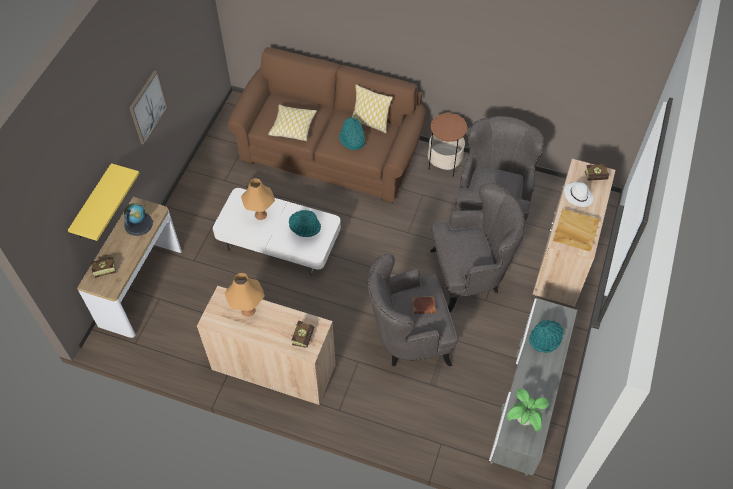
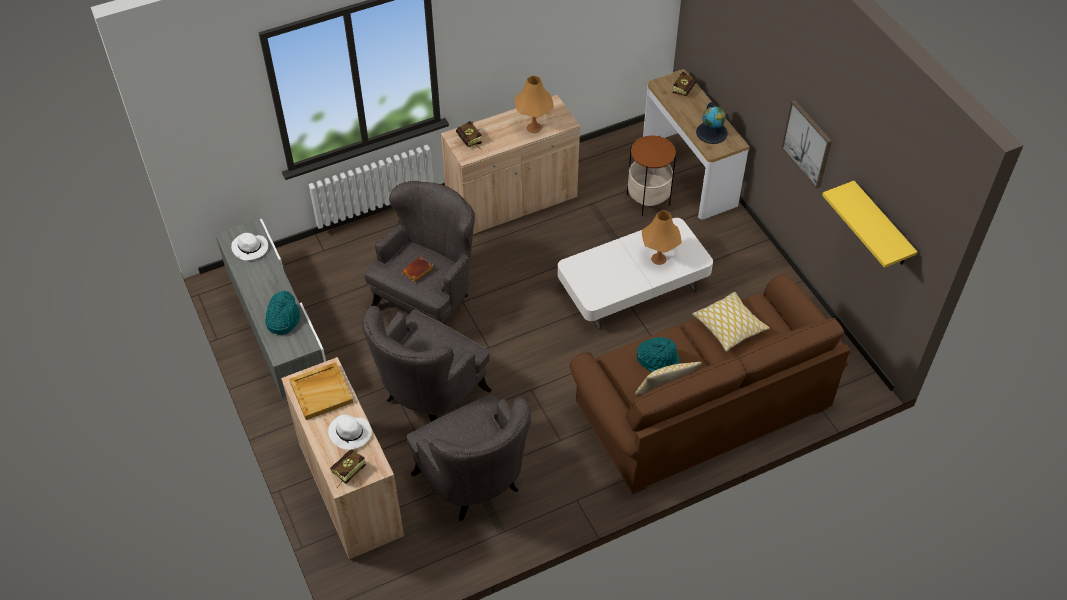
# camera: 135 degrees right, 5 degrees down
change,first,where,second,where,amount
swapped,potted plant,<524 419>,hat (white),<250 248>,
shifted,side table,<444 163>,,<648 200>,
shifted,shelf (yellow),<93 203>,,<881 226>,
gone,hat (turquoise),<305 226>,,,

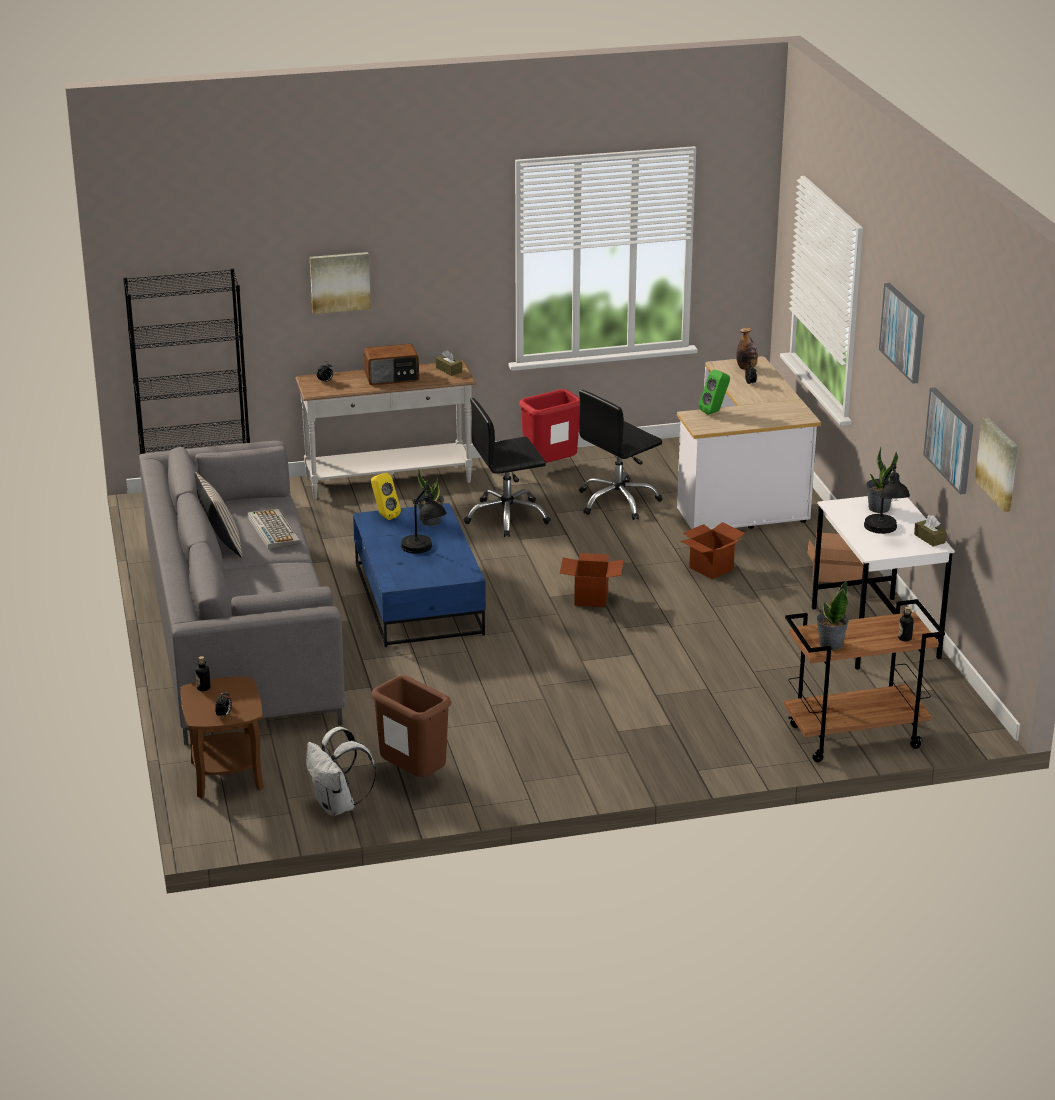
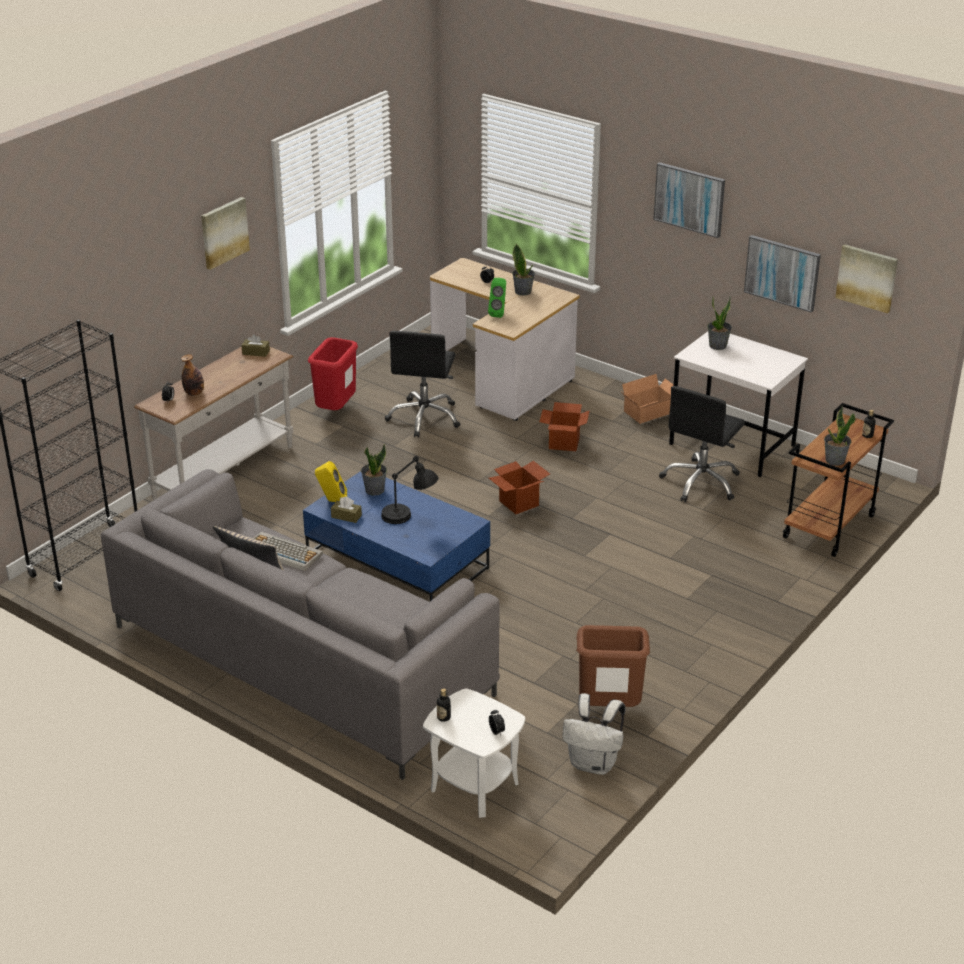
# camera: 40 degrees left, 5 degrees up
change,first,where,second,where,amount
shifted,bottle,<746 368>,,<194 393>,
shifted,picture,<339 282>,,<224 232>,
shifted,tissue box (brown),<929 538>,,<346 516>,
repainted,side table (brown),<226 775>,side table (white),<474 786>,
new,,,potted plant,<523 291>,
shifted,office chair (black),<507 517>,,<701 482>,
gone,radio,<392 377>,,,
gone,table lamp (black),<885 533>,,,

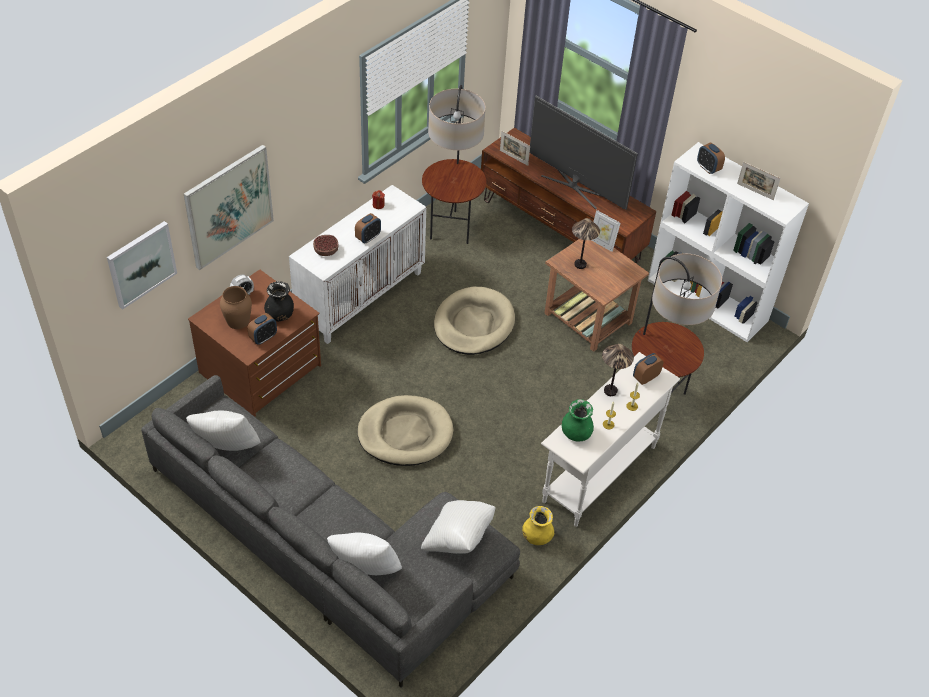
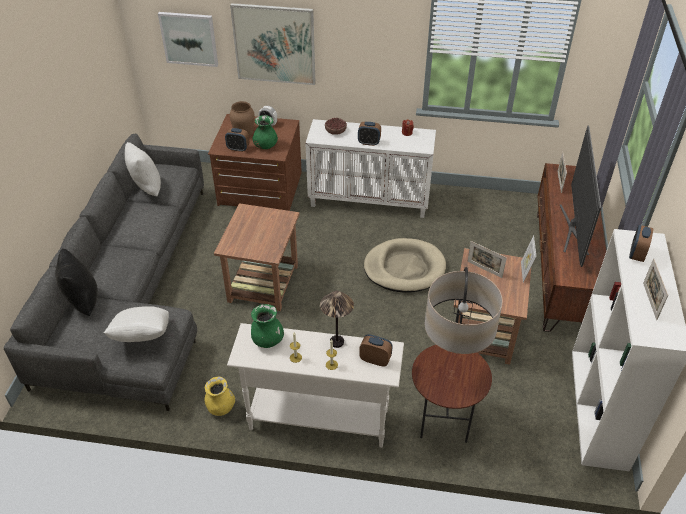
# camera: 60 degrees right, 5 degrees down
change,first,where,second,where,amount
repainted,pillow (white),<366 571>,pillow (black),<82 302>,
swapped,dog bed (beige),<405 433>,side table (brown),<263 282>,
repainted,vase (black),<280 315>,vase (green),<265 146>,
swapped,table lamp,<580 264>,picture frame,<484 269>,
gone,floor lamp,<451 228>,,,

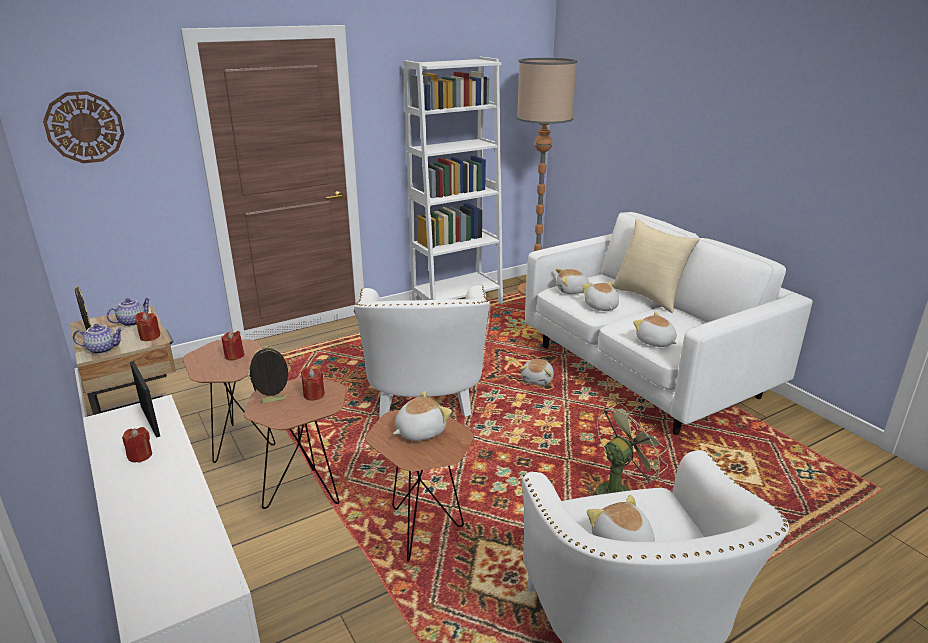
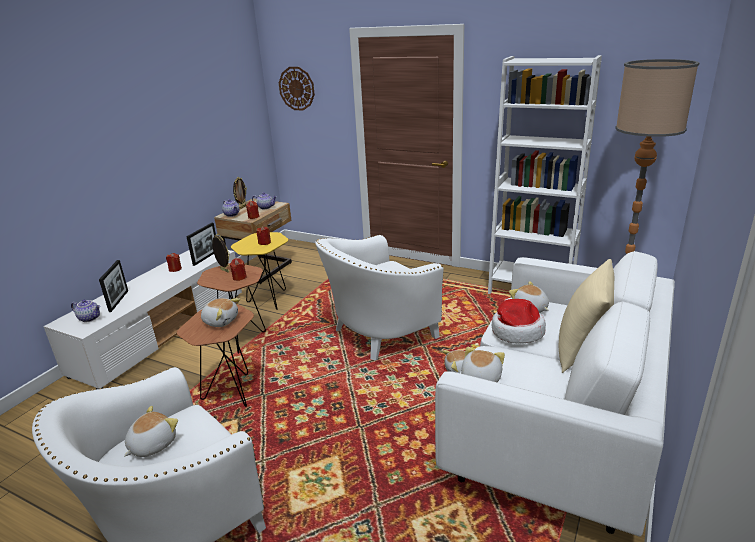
# camera: 60 degrees right, 0 degrees up
change,first,where,second,where,amount
new,,,teapot,<90 318>,
new,,,picture frame,<119 301>,
repainted,side table (brown),<241 445>,side table (yellow),<269 301>,
swapped,plush toy,<601 307>,hat,<516 331>,
gone,fan (green),<618 490>,,,

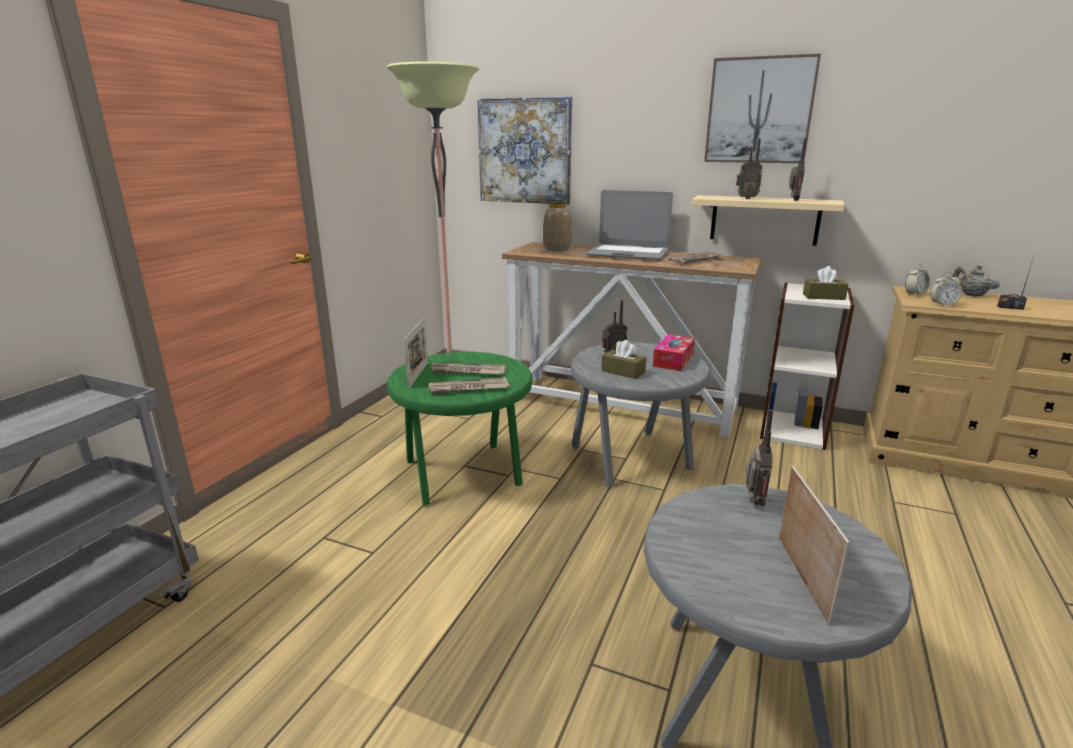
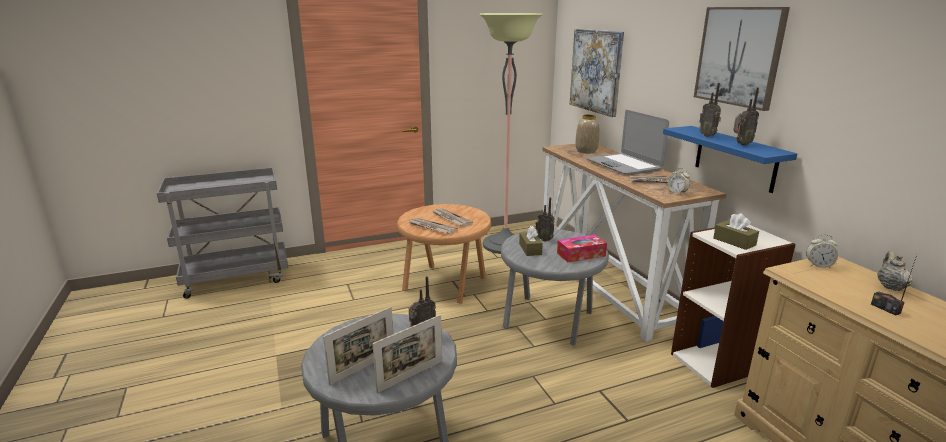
# camera: 45 degrees right, 0 degrees up
change,first,where,second,where,amount
shifted,picture frame,<418 375>,,<410 376>,
repainted,side table (green),<465 473>,side table (brown),<446 285>,
repainted,shelf (beige),<764 220>,shelf (blue),<735 158>,
shifted,alarm clock,<942 304>,,<677 193>,

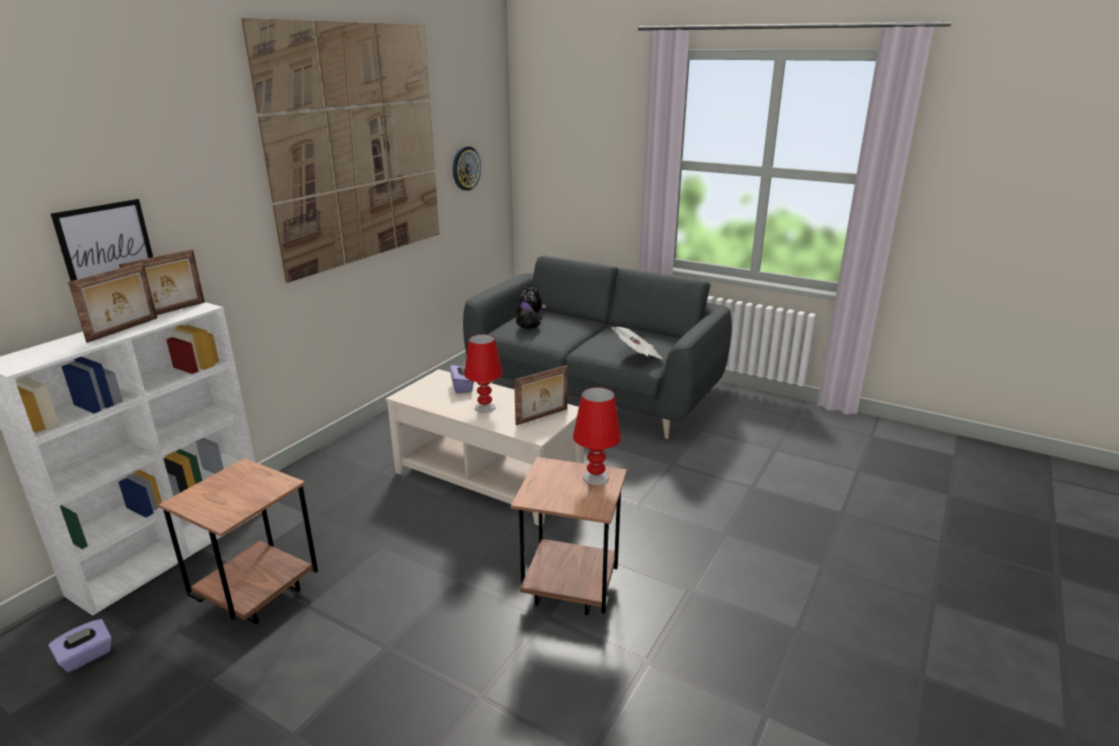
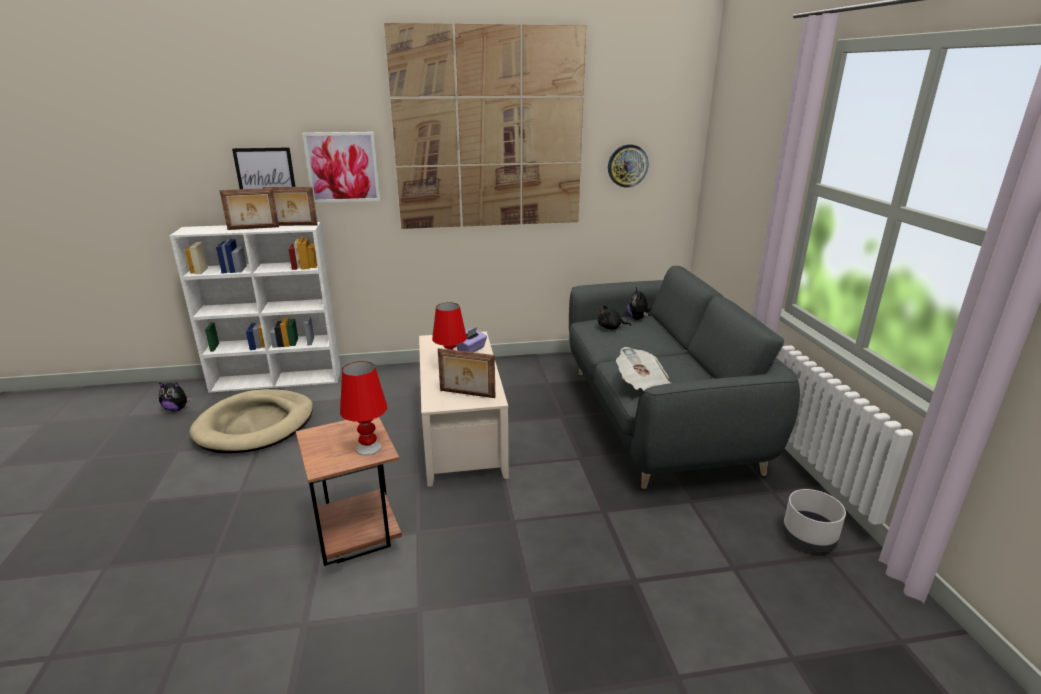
# camera: 50 degrees right, 0 degrees up
change,first,where,second,where,amount
swapped,tissue box (purple),<86 657>,plush toy,<177 409>,
swapped,side table (brown),<257 597>,dog bed (beige),<256 425>,
new,,,picture,<342 167>,
new,,,planter (grey),<807 538>,

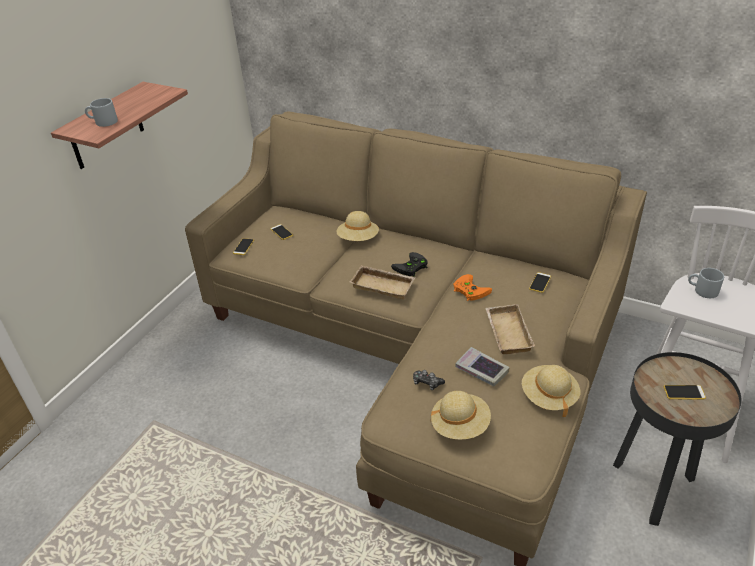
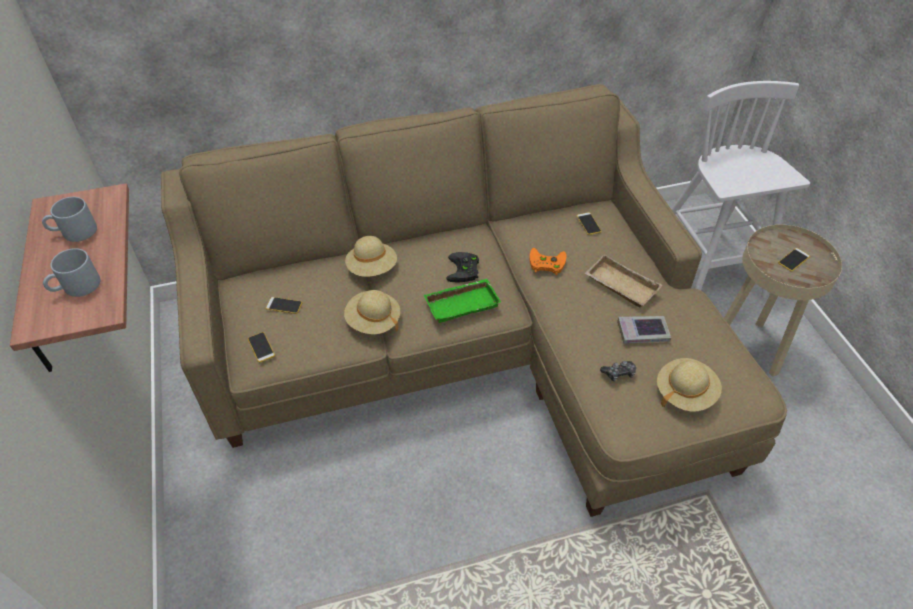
# camera: 45 degrees left, 10 degrees up
change,first,where,second,where,amount
shifted,mug (grey),<702 290>,,<74 232>,
shifted,hat (beige),<549 397>,,<373 321>,
repainted,tray (beige),<384 285>,tray (green),<462 303>,
repainted,side table (black),<652 488>,side table (beige),<747 349>,

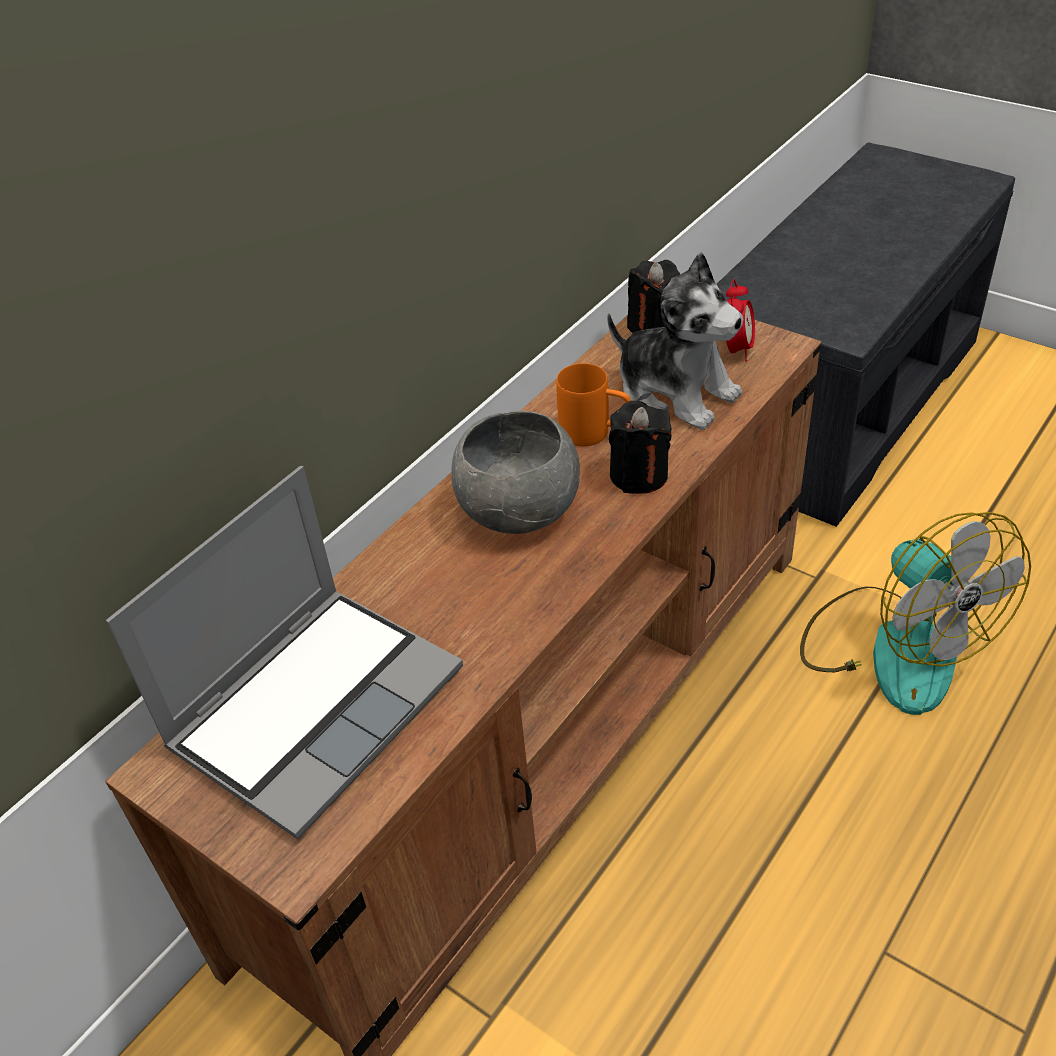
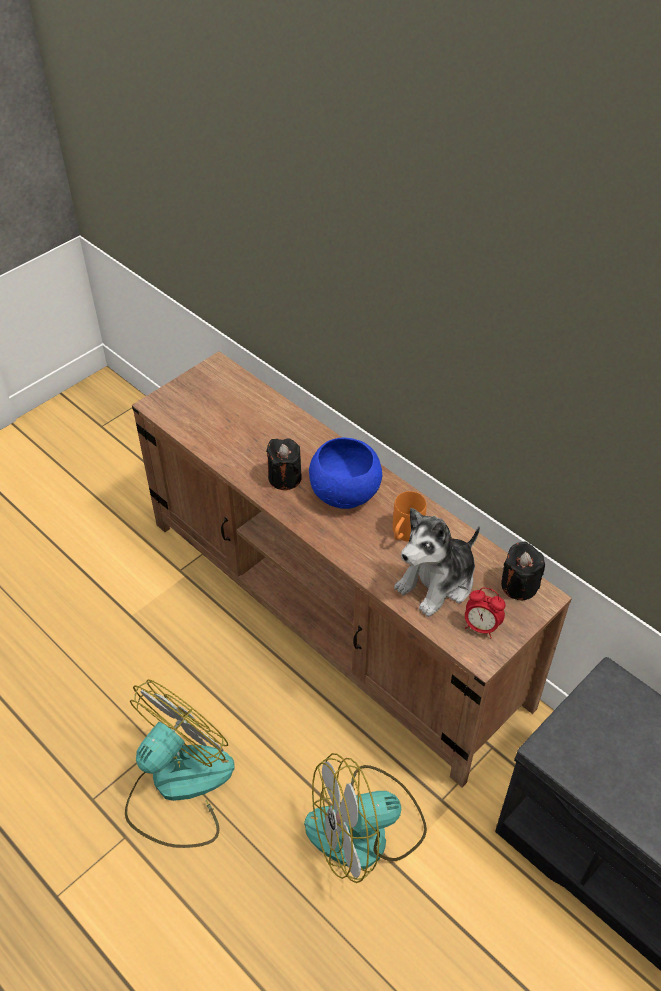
# camera: 95 degrees right, 5 degrees up
change,first,where,second,where,amount
new,,,fan,<178 787>,
shifted,candle (black),<639 475>,,<284 478>,
repainted,bowl (grey),<520 509>,bowl (blue),<345 493>,
gone,laptop,<317 705>,,,

